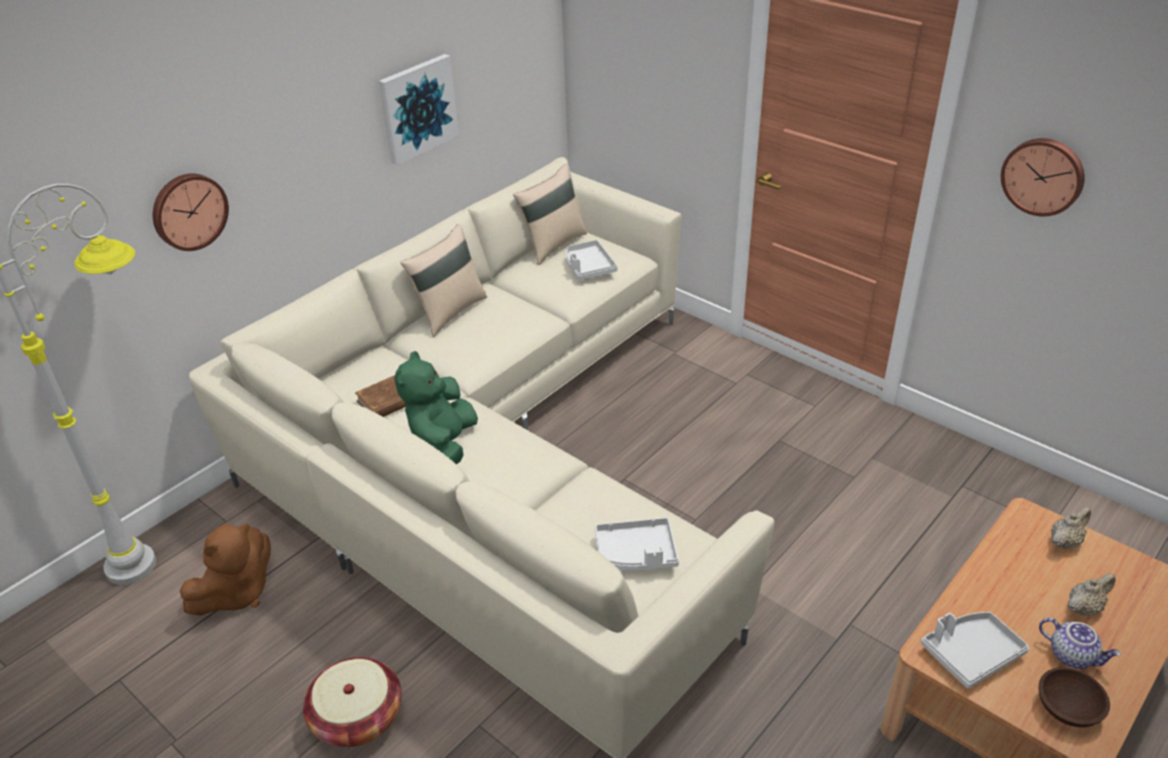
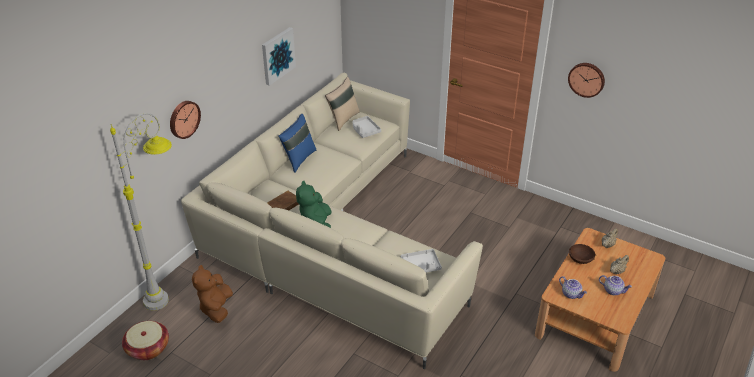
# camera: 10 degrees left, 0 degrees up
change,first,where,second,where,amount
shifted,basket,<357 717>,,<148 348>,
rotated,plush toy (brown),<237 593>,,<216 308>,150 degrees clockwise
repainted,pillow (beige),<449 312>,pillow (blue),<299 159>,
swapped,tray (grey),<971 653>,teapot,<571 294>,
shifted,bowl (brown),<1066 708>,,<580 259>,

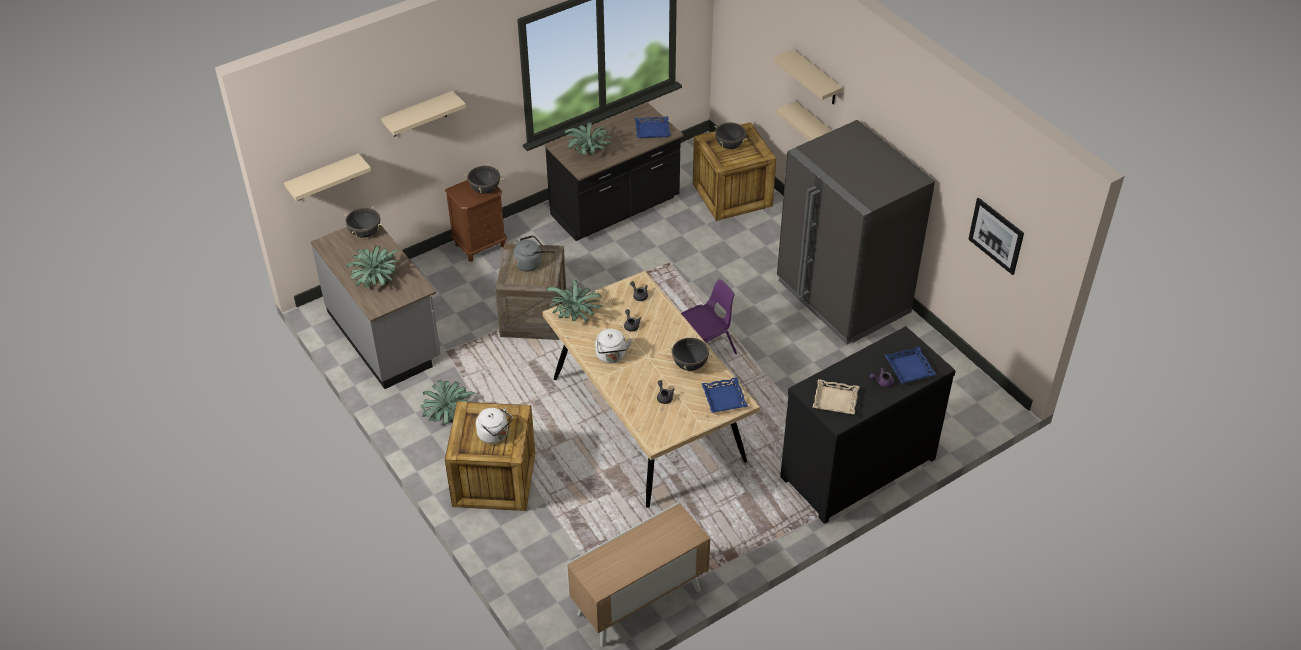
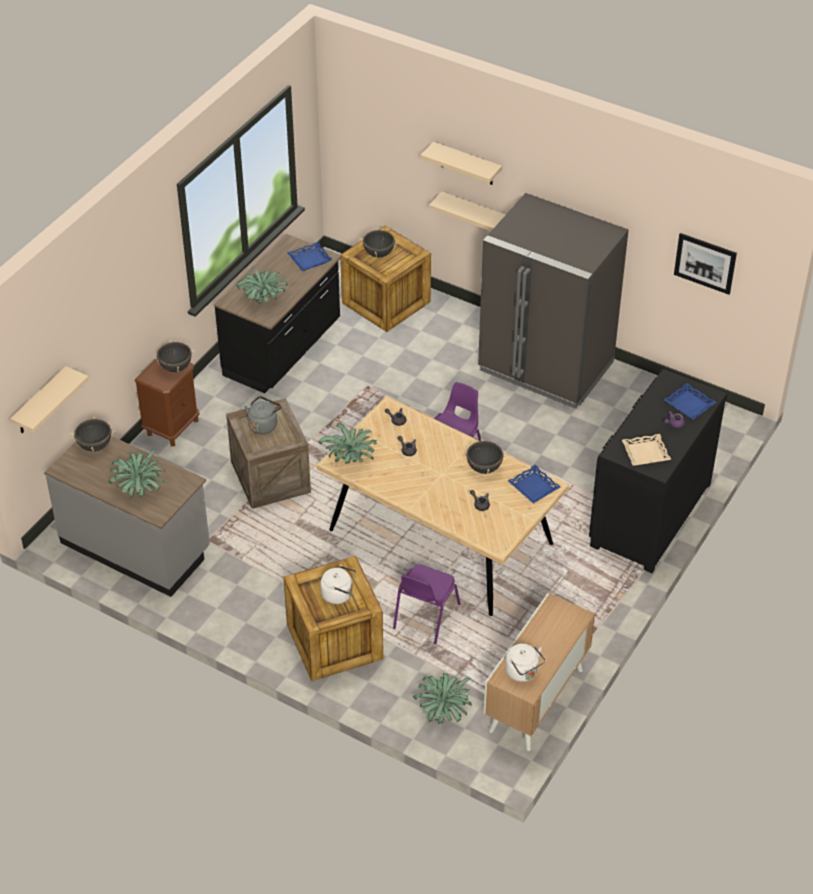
# camera: 25 degrees left, 0 degrees up
change,first,where,second,where,amount
new,,,chair (purple),<425 617>,
shifted,potted plant,<448 415>,,<443 711>,
shifted,kettle (white),<611 356>,,<523 673>,
gone,shelf (beige),<418 115>,,,

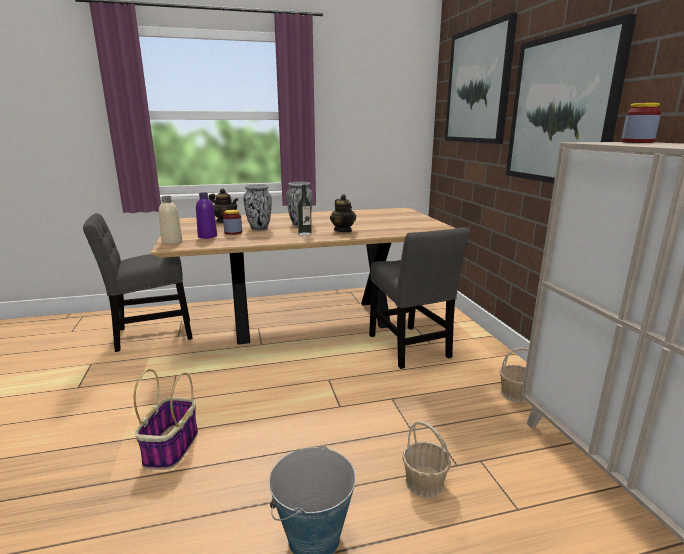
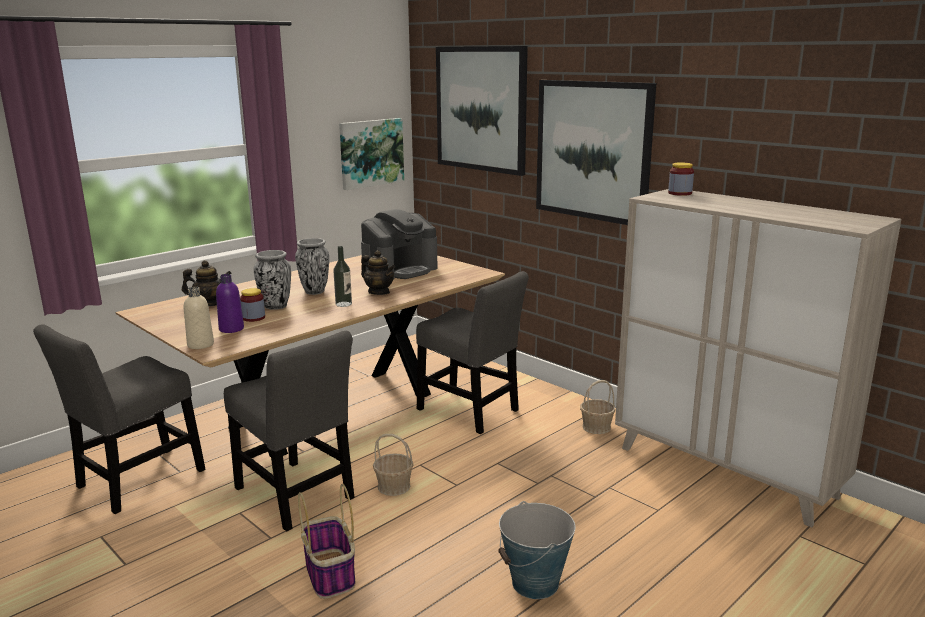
# camera: 30 degrees left, 0 degrees up
change,first,where,second,where,amount
new,,,chair (grey),<296 496>,
new,,,picture,<371 153>,
new,,,coffee machine,<400 270>,
shifted,basket,<424 482>,,<394 487>,

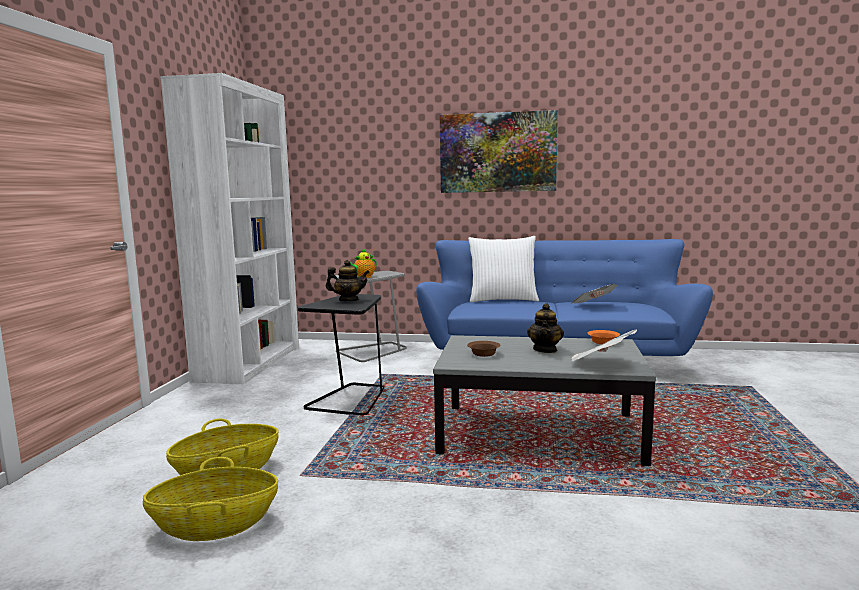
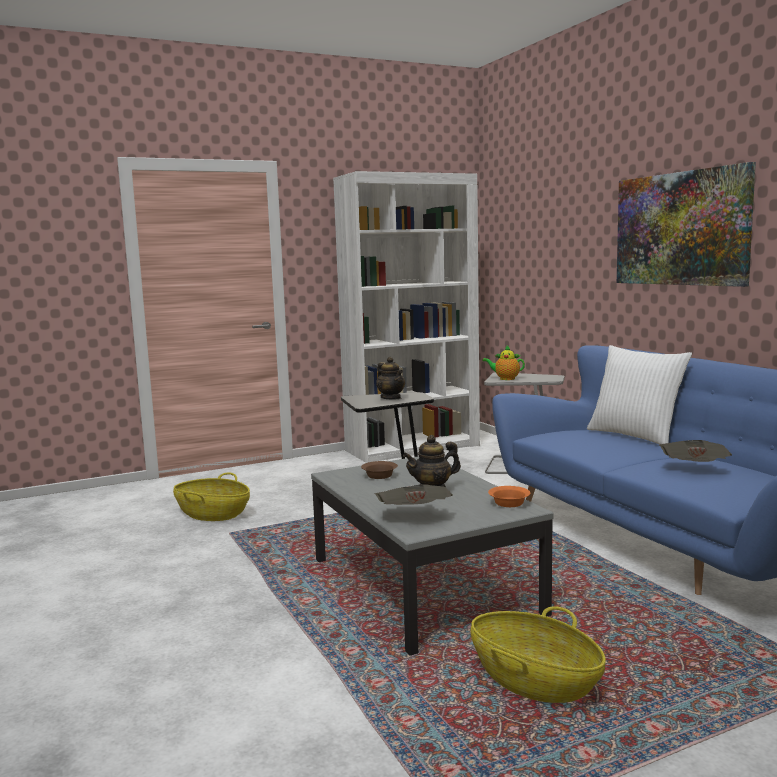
# camera: 55 degrees right, 0 degrees up
change,first,where,second,where,amount
shifted,basket,<215 525>,,<534 682>,

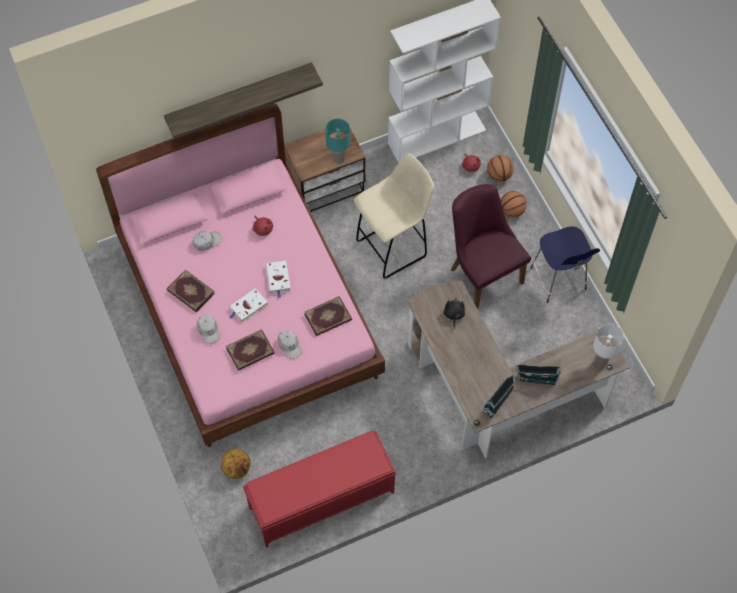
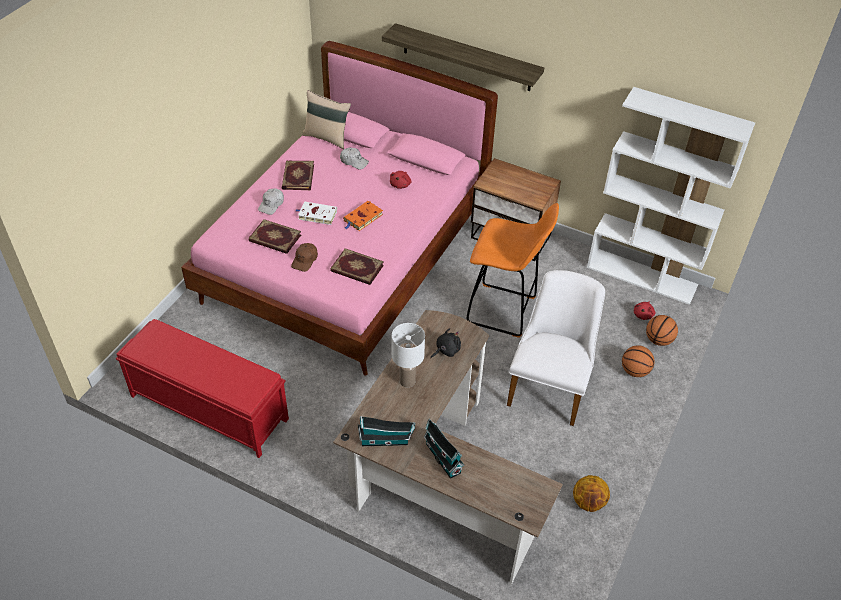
# camera: 50 degrees right, 15 degrees down
change,first,where,second,where,amount
repainted,cap (white),<289 345>,cap (brown),<305 260>,
new,,,pillow (beige),<327 137>,
repainted,book (white),<278 279>,book (orange),<362 218>,
shifted,table lamp (white),<601 360>,,<407 380>,
repainted,stool (beige),<393 248>,stool (orange),<503 311>,
repainted,chair (purple),<482 271>,chair (white),<550 386>,
shifted,basketball,<237 469>,,<589 502>,
gone,table lamp (turquoise),<339 159>,,,
gone,stool (blue),<559 280>,,,

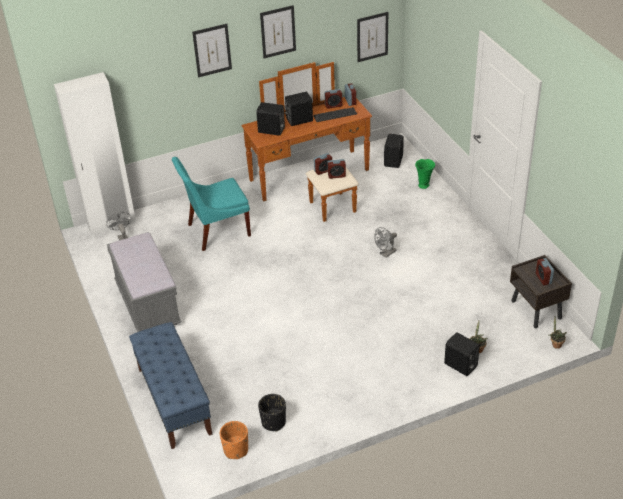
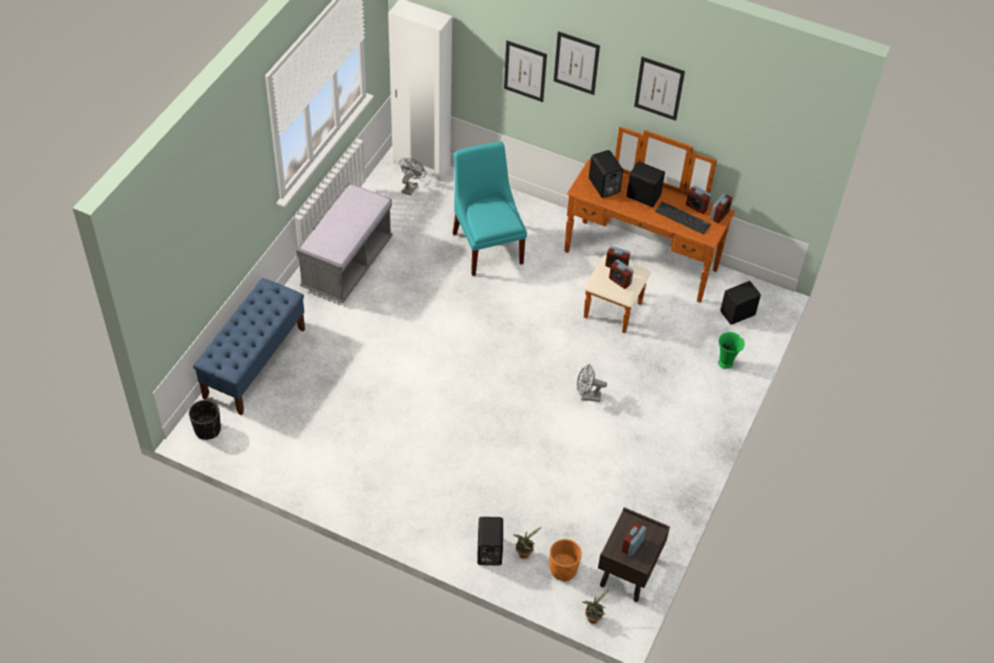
# camera: 45 degrees right, 10 degrees up
change,first,where,second,where,amount
shifted,planter (black),<273 422>,,<207 429>,
rotated,chair (turquoise),<216 231>,,<487 245>,45 degrees clockwise
shifted,picture,<372 37>,,<525 71>,
shifted,planter (orange),<236 450>,,<563 569>,

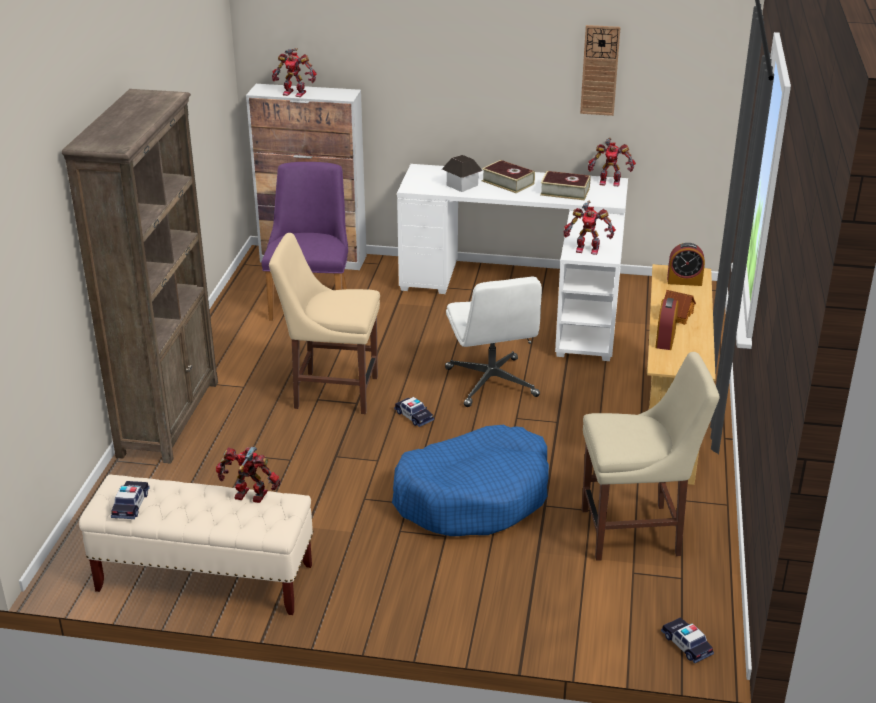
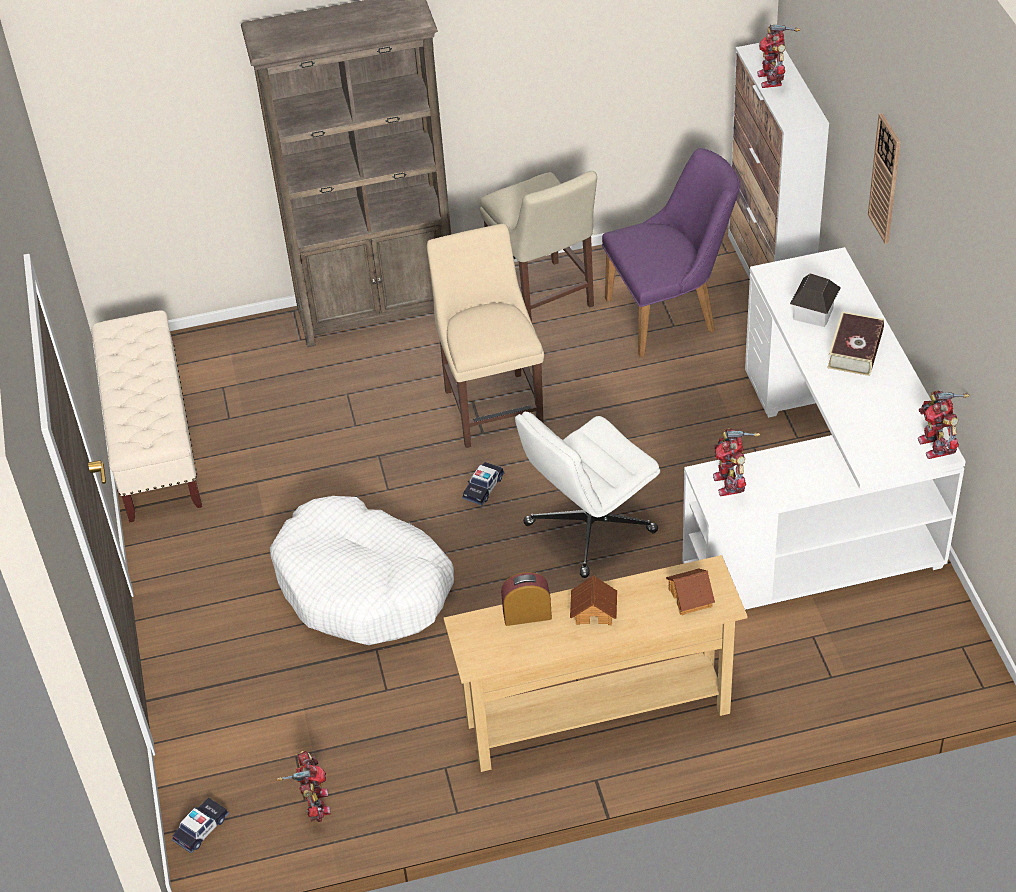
# camera: 70 degrees right, 15 degrees up
change,first,where,second,where,amount
repainted,dog bed (blue),<473 496>,dog bed (white),<363 586>,
shifted,toy robot,<250 497>,,<314 804>,
shifted,chair (beige),<636 532>,,<544 299>,
swapped,alarm clock,<684 281>,toy house,<691 597>,
shifted,wall clock,<600 70>,,<885 179>,
gone,toy car,<131 504>,,,
gone,book,<565 191>,,,

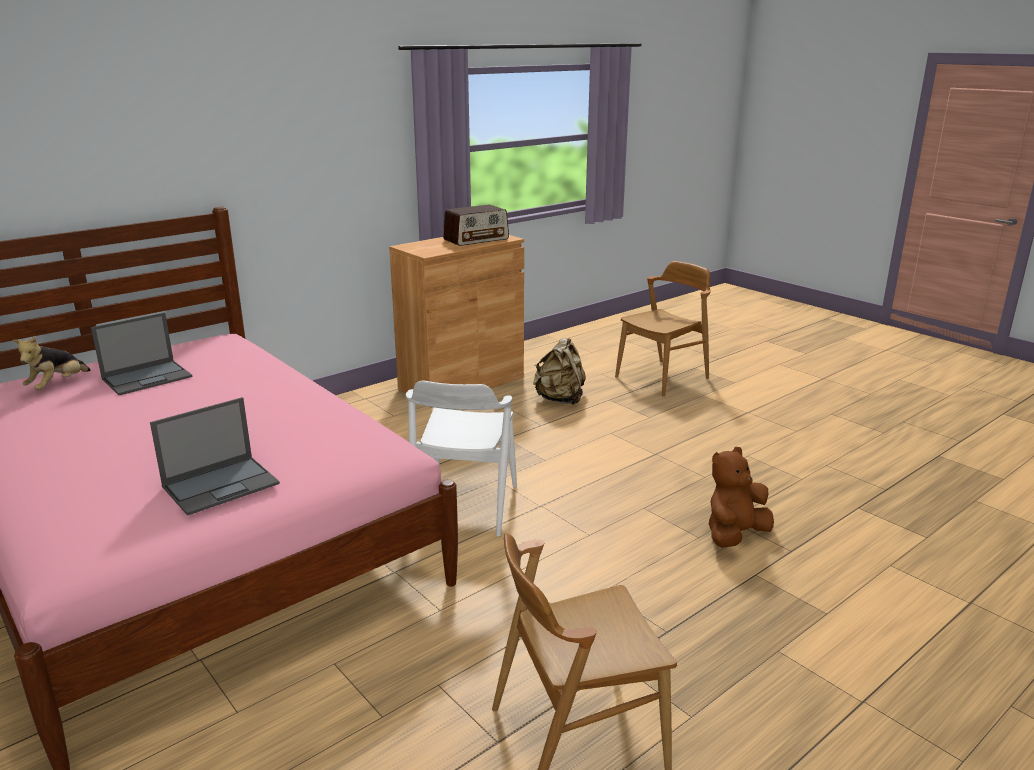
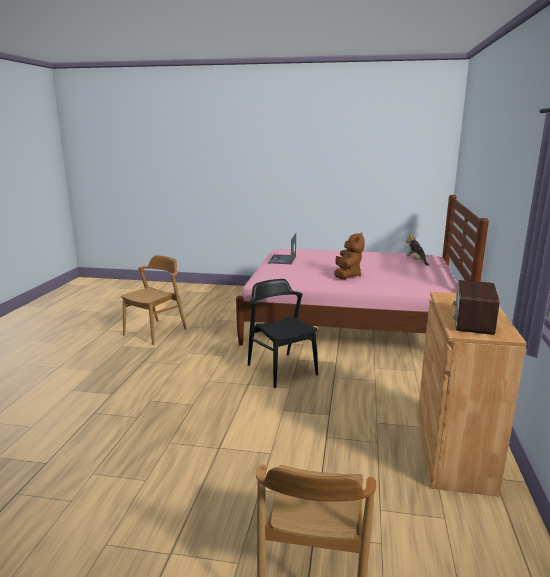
# camera: 140 degrees right, 5 degrees down
change,first,where,second,where,amount
repainted,chair (white),<465 507>,chair (black),<282 370>,
shifted,plush toy (brown),<735 535>,,<347 275>,
gone,laptop,<148 377>,,,
gone,backpack (beige),<560 399>,,,

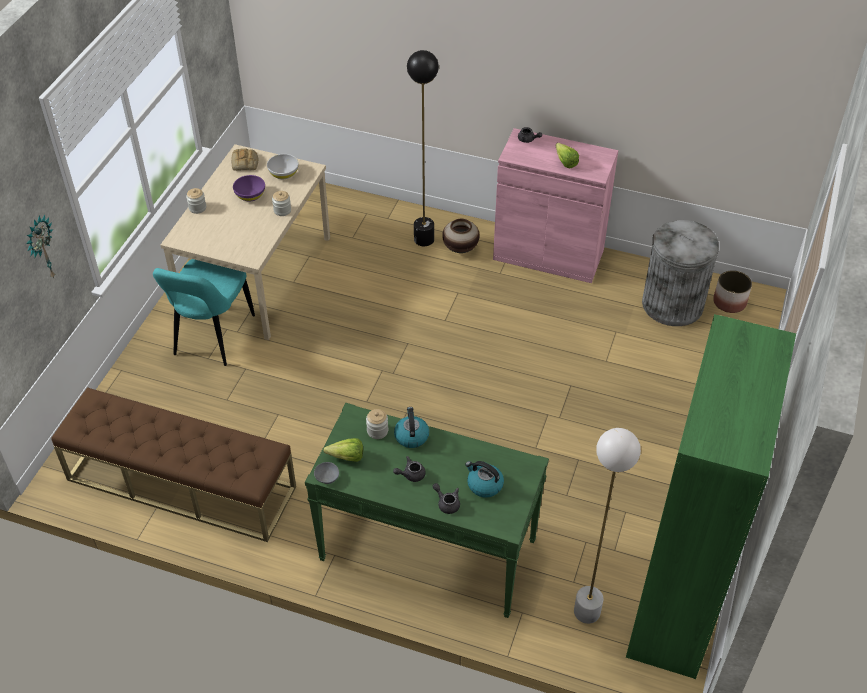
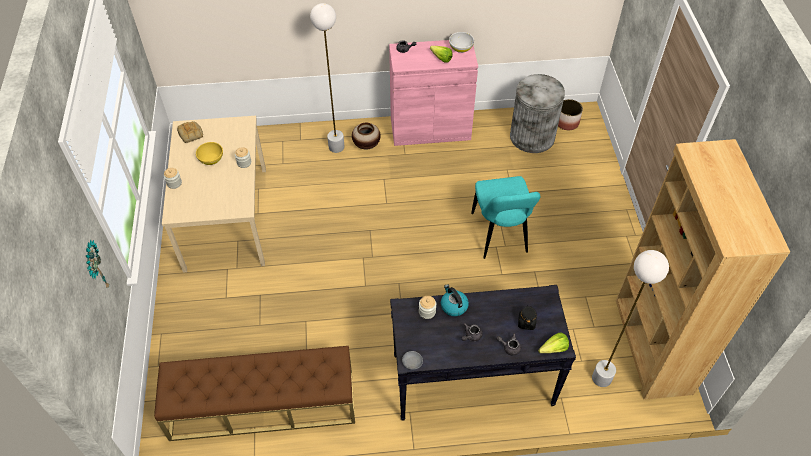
# camera: 25 degrees left, 5 degrees up
change,first,where,second,where,amount
repainted,bowl (purple),<250 195>,bowl (yellow),<211 159>,
repainted,floor lamp (black),<424 239>,floor lamp (white),<336 147>,
repainted,console table (green),<427 550>,console table (black),<472 380>,
shifted,bowl (white),<283 174>,,<460 48>,
shifted,chair (turquoise),<212 338>,,<500 235>,
swapped,kettle,<484 485>,jar (black),<526 322>,
shifted,lettuce,<343 456>,,<551 349>,
repainted,bookcase (green),<676 601>,bookcase (brown),<652 346>,

